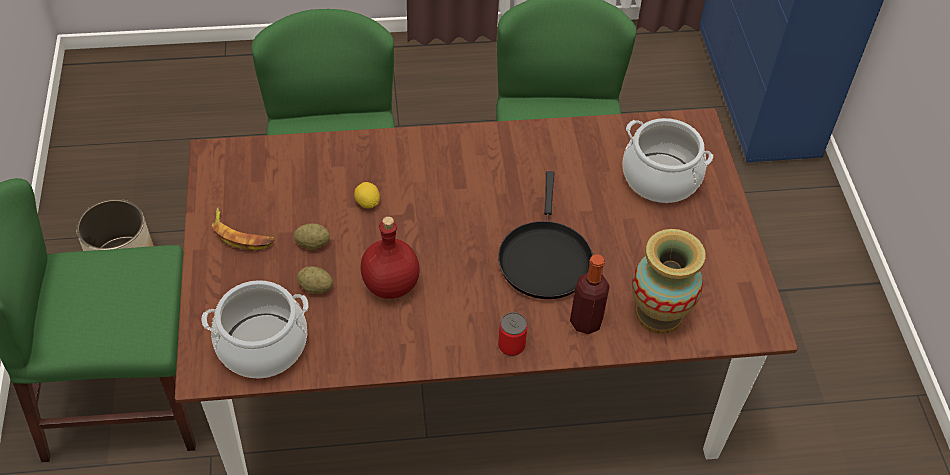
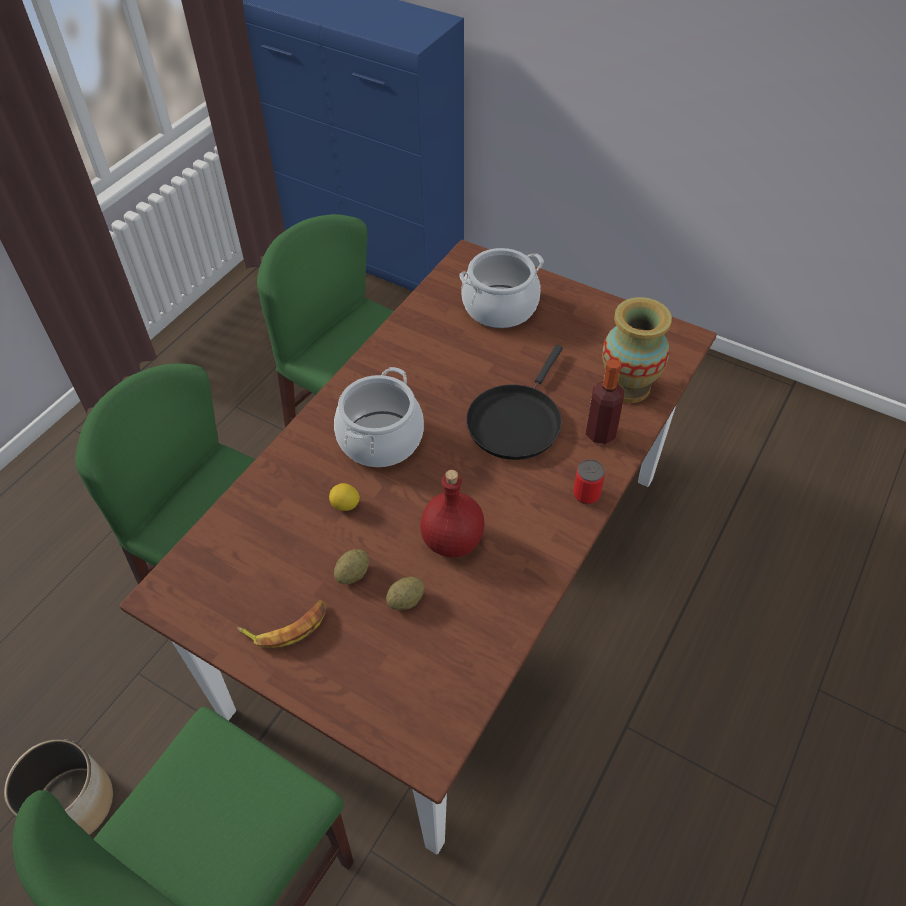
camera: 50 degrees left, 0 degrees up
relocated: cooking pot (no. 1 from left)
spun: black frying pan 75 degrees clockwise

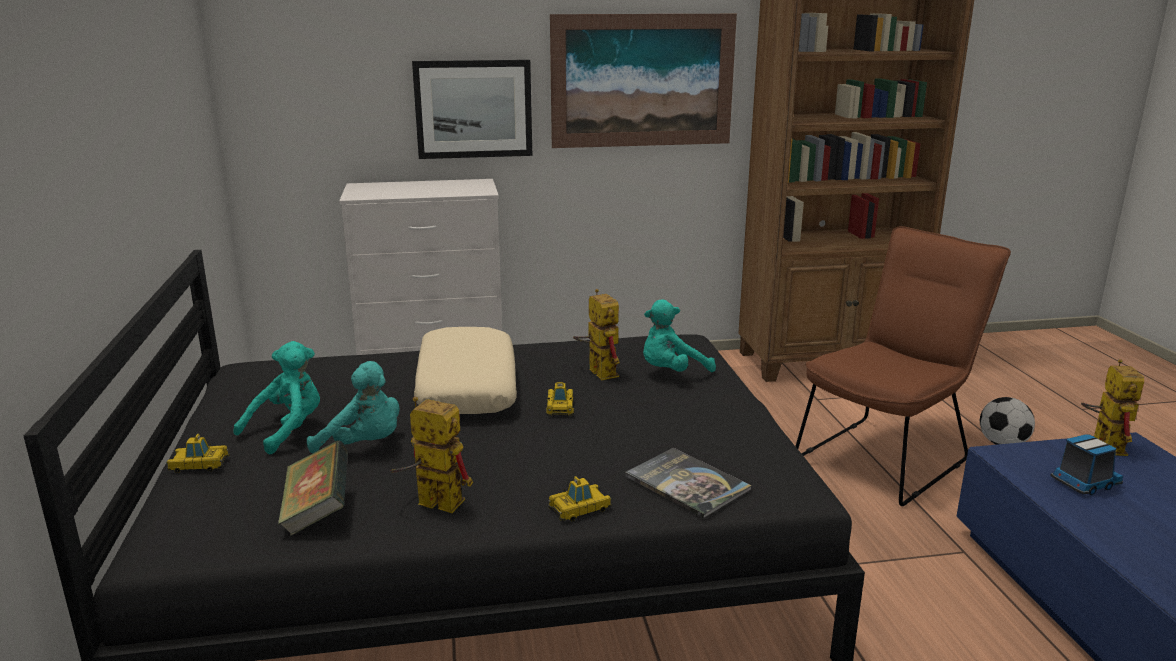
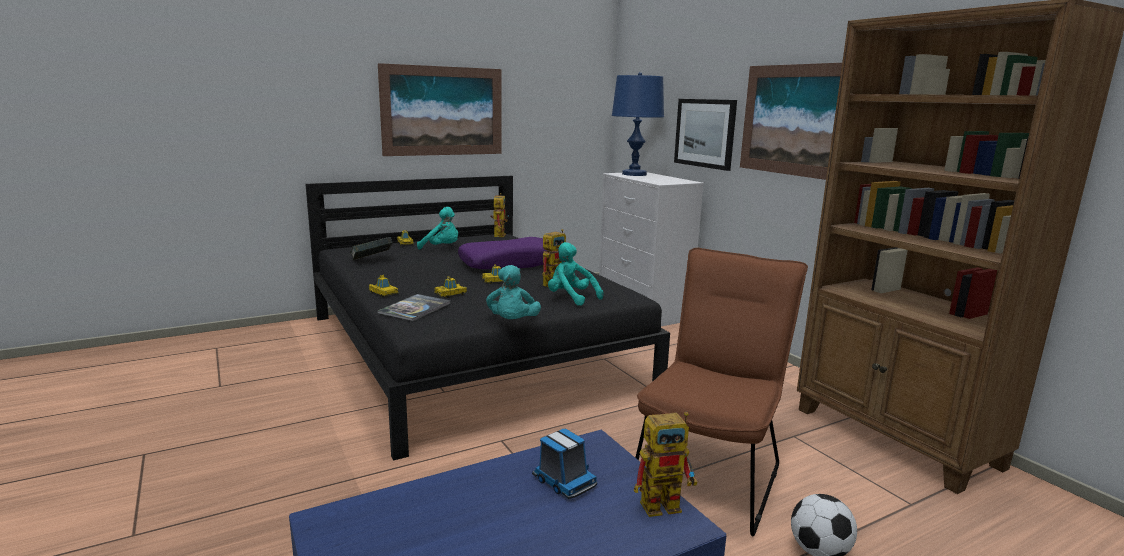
camera: 70 degrees right, 5 degrees down
appeared: picture (no. 1 from left); toy car (no. 3 from left); blue table lamp
relocated: turquoise plush toy (no. 2 from left); toy robot (no. 1 from left)
colour: beige pillow to purple pillow
spun: brown chair 90 degrees counterclockwise

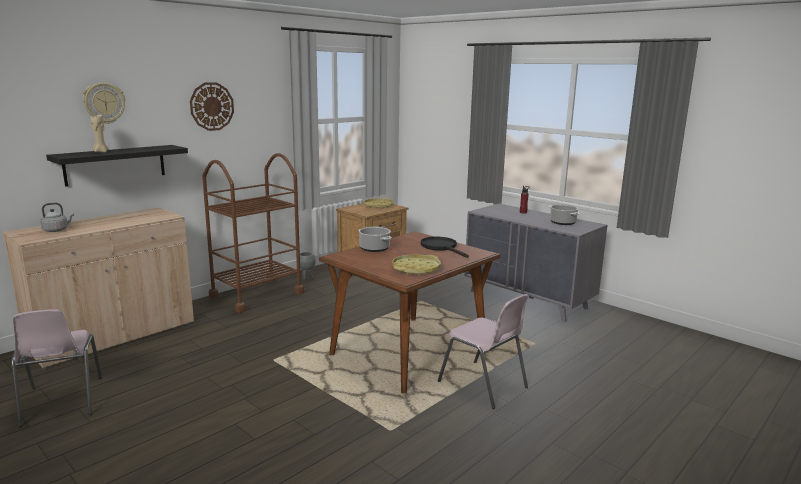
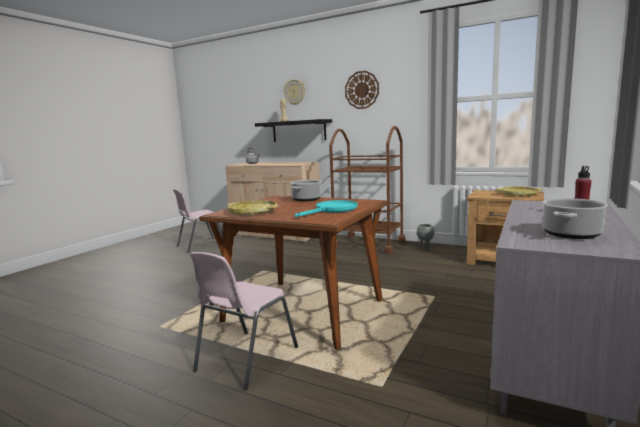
camera: 75 degrees right, 5 degrees down
colour: black frying pan to turquoise frying pan

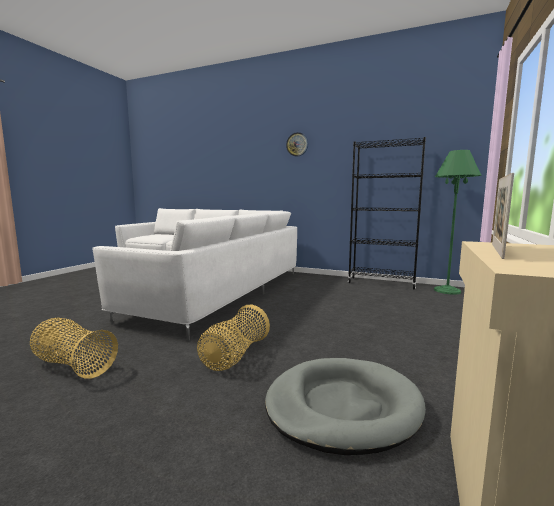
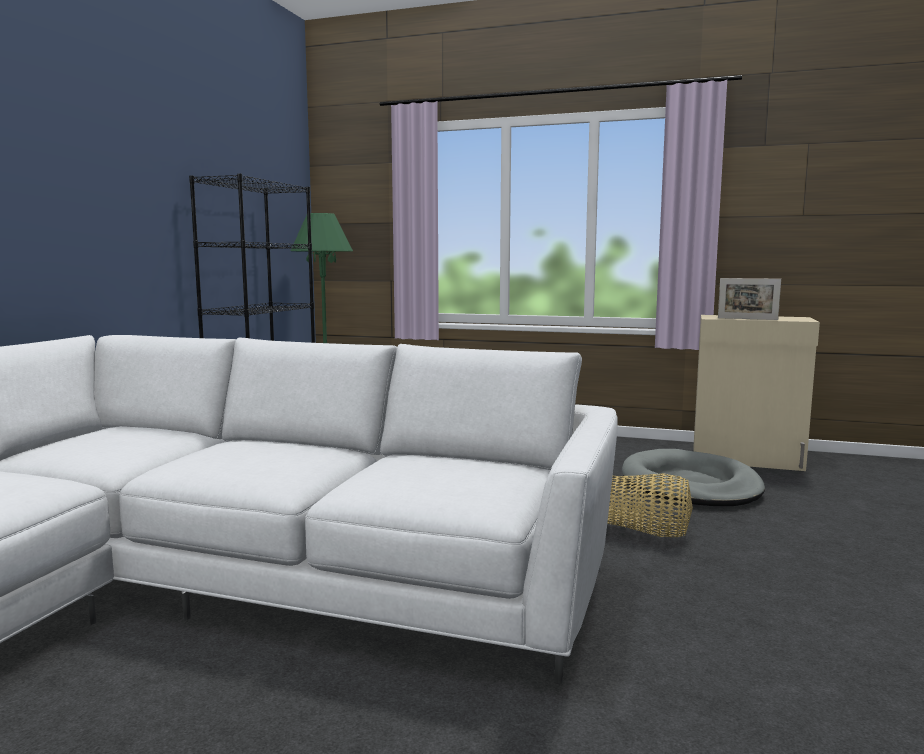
camera: 95 degrees left, 0 degrees up
missing: basket (no. 1 from left); wall clock

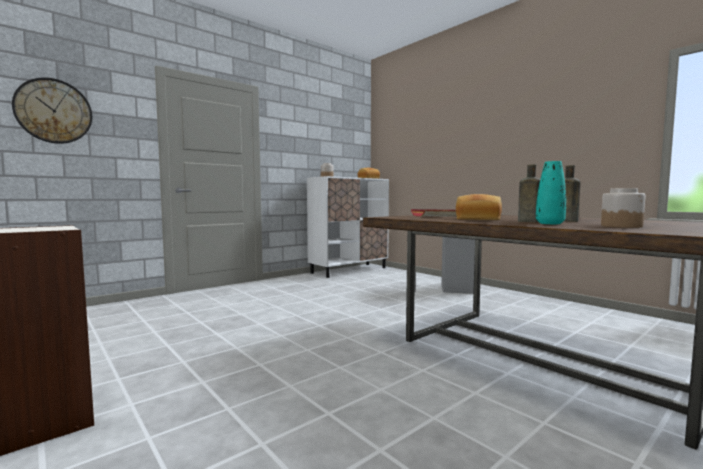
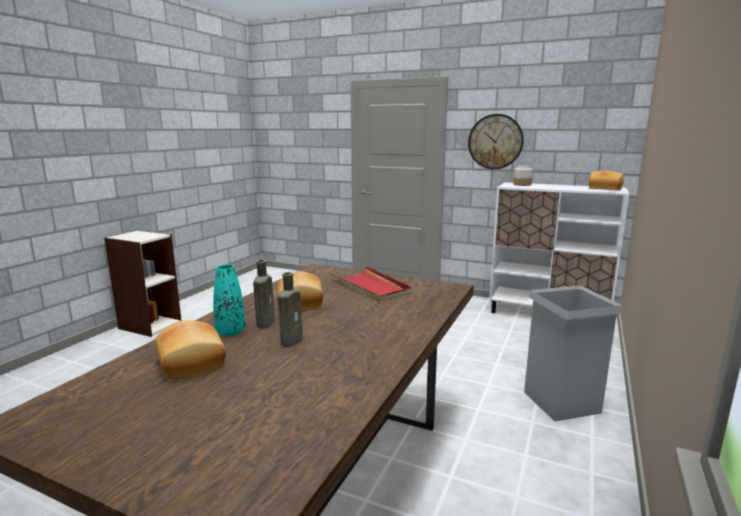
camera: 65 degrees right, 10 degrees up
relocated: wall clock
exchanged: jar (no. 2 from left) to bread (no. 1 from left)

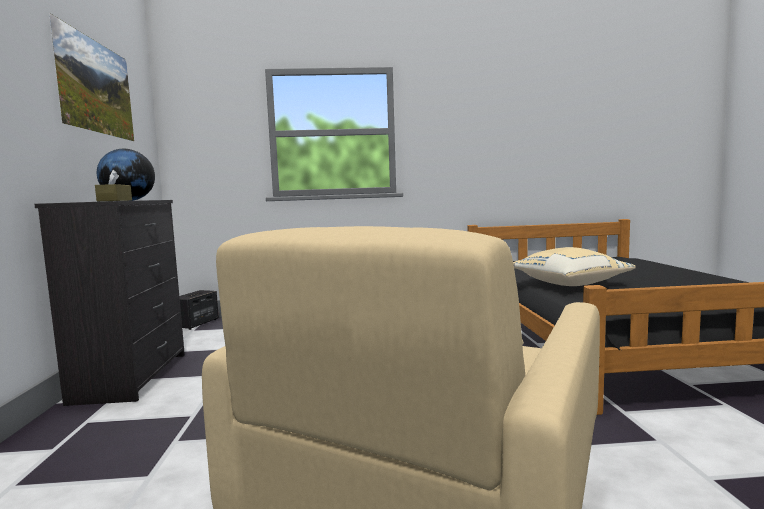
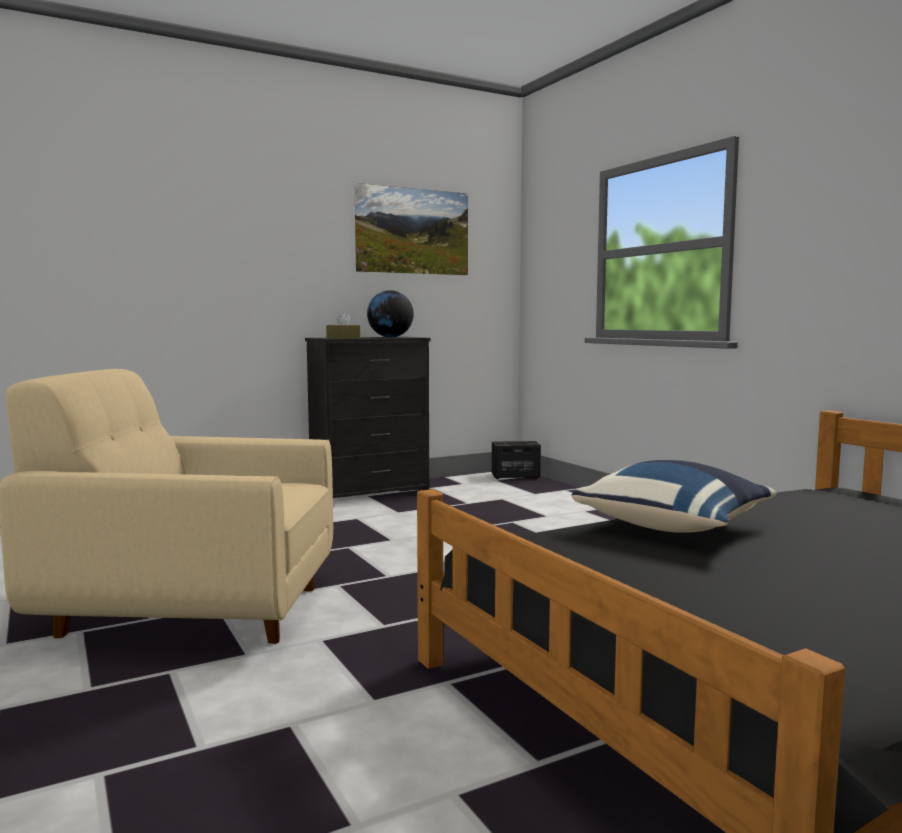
camera: 65 degrees right, 0 degrees up
colour: beige pillow to blue pillow

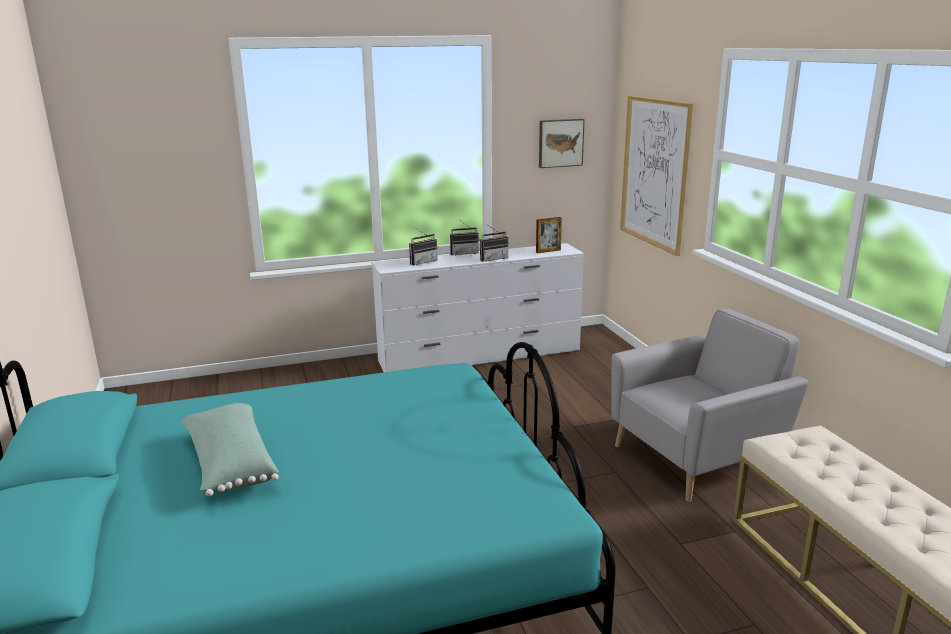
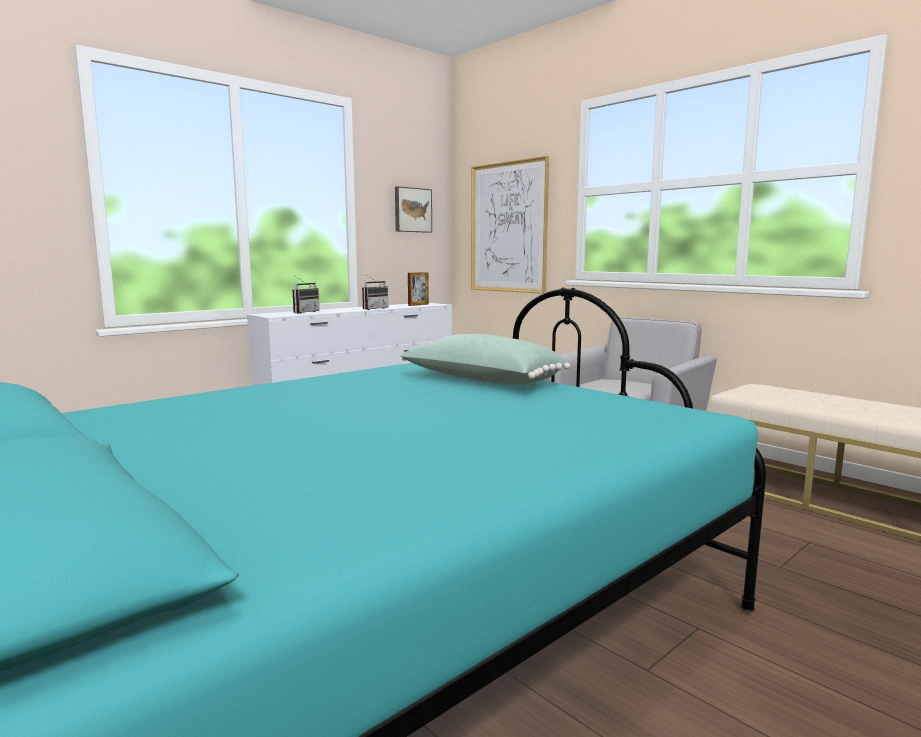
camera: 25 degrees left, 10 degrees down
missing: radio (no. 2 from left)
relocated: green pillow

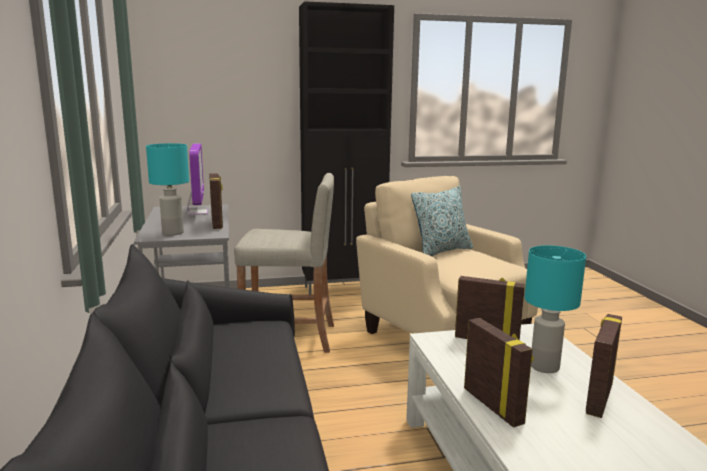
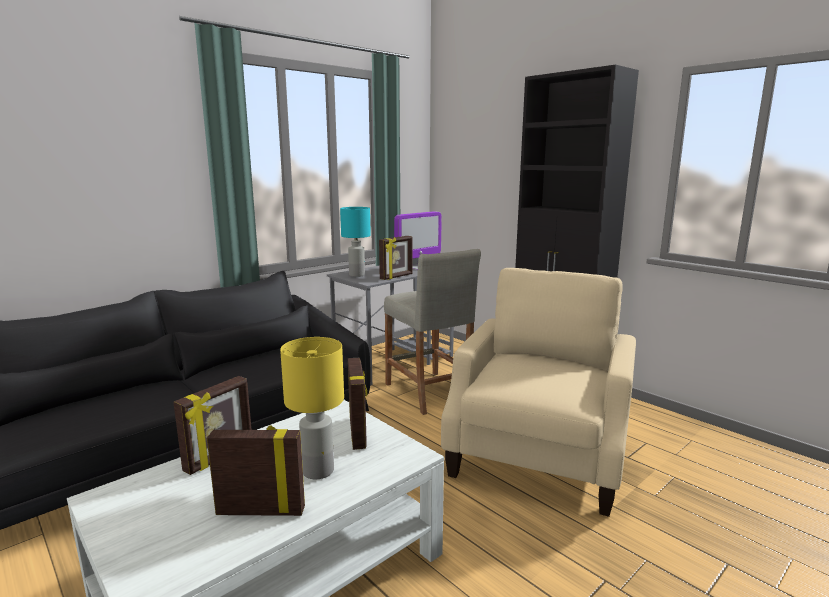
camera: 60 degrees right, 0 degrees up
missing: pillow
colour: turquoise table lamp (no. 2 from left) to yellow table lamp

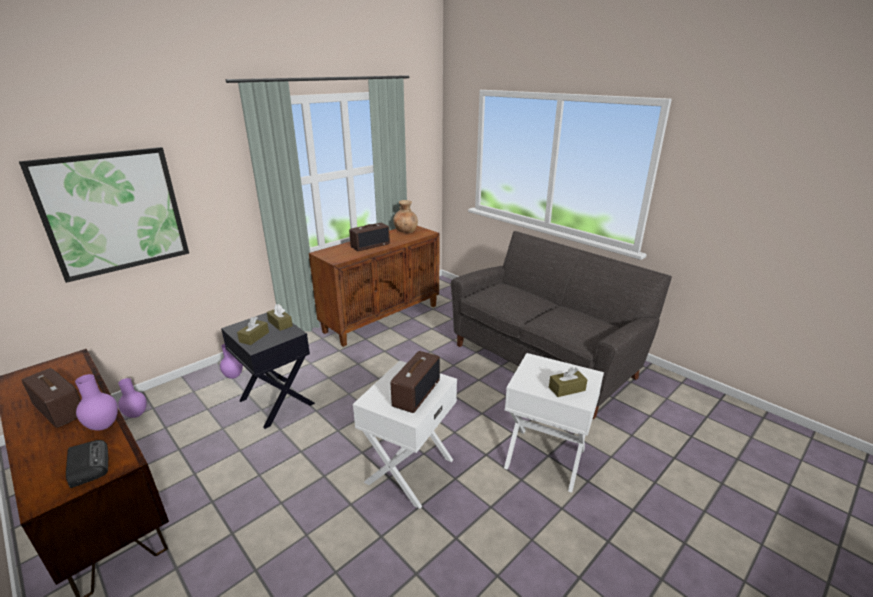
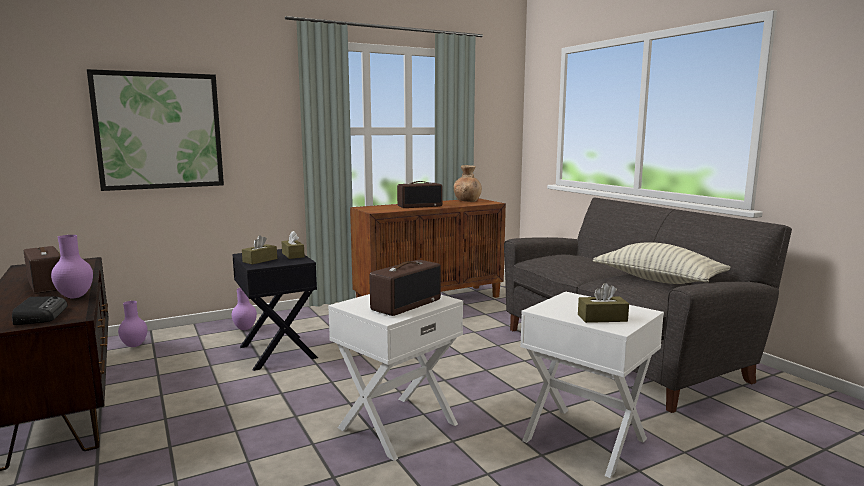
camera: 15 degrees right, 15 degrees down
appeared: pillow

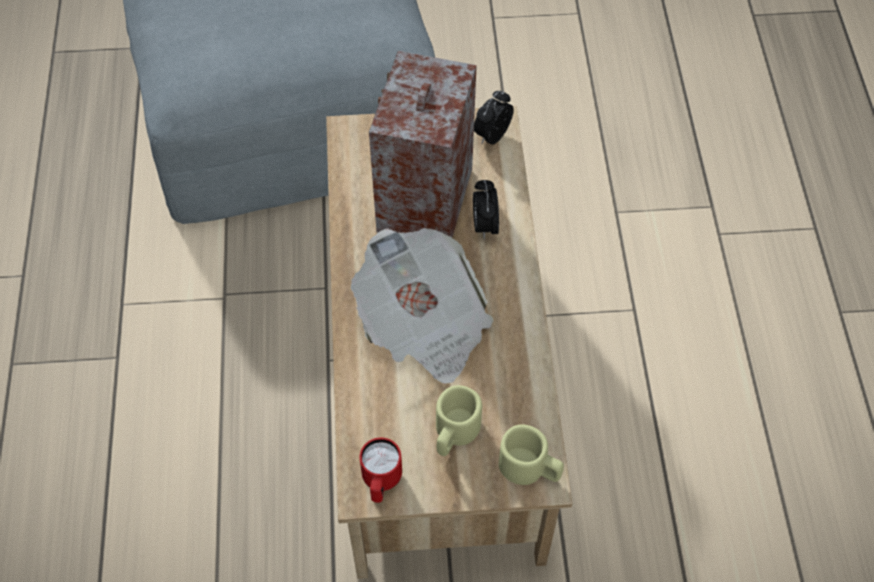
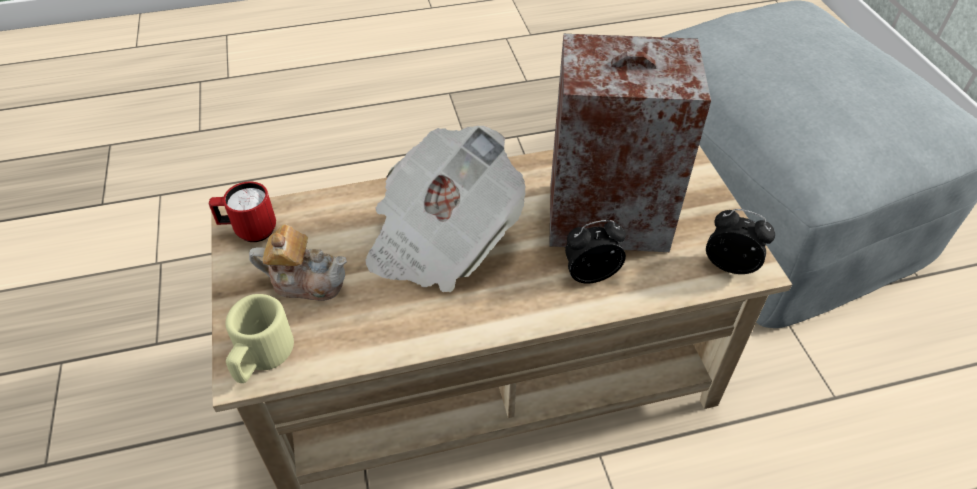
camera: 80 degrees right, 10 degrees down
exchanged: beige mug (no. 1 from left) to teapot

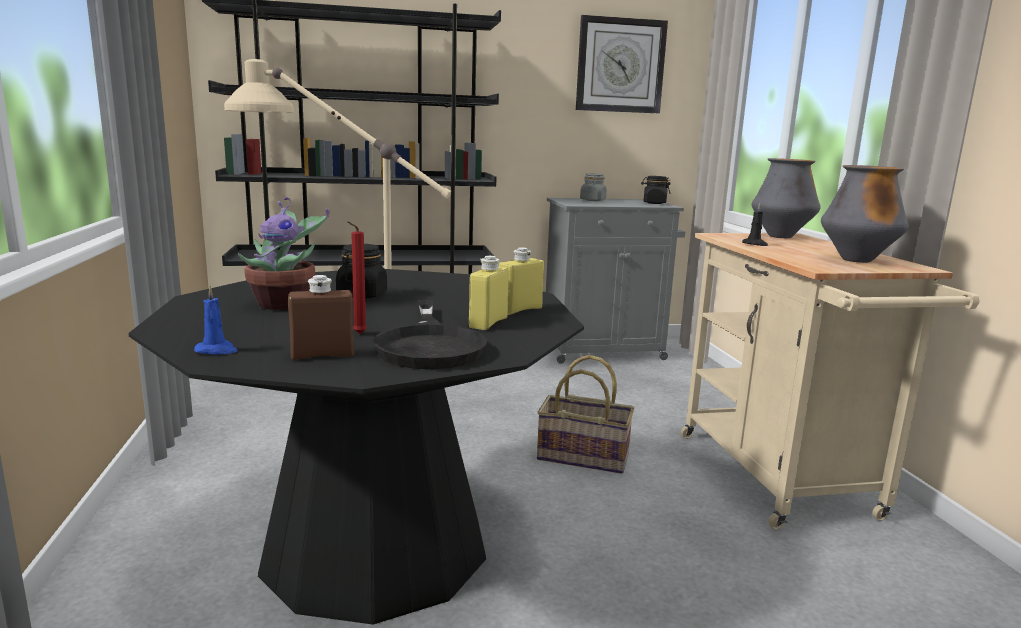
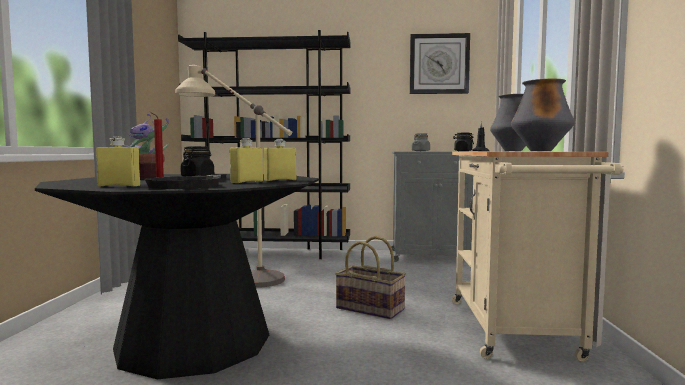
camera: 15 degrees right, 10 degrees down
missing: blue candle
colour: brown bottle to yellow bottle (no. 1 from left)

